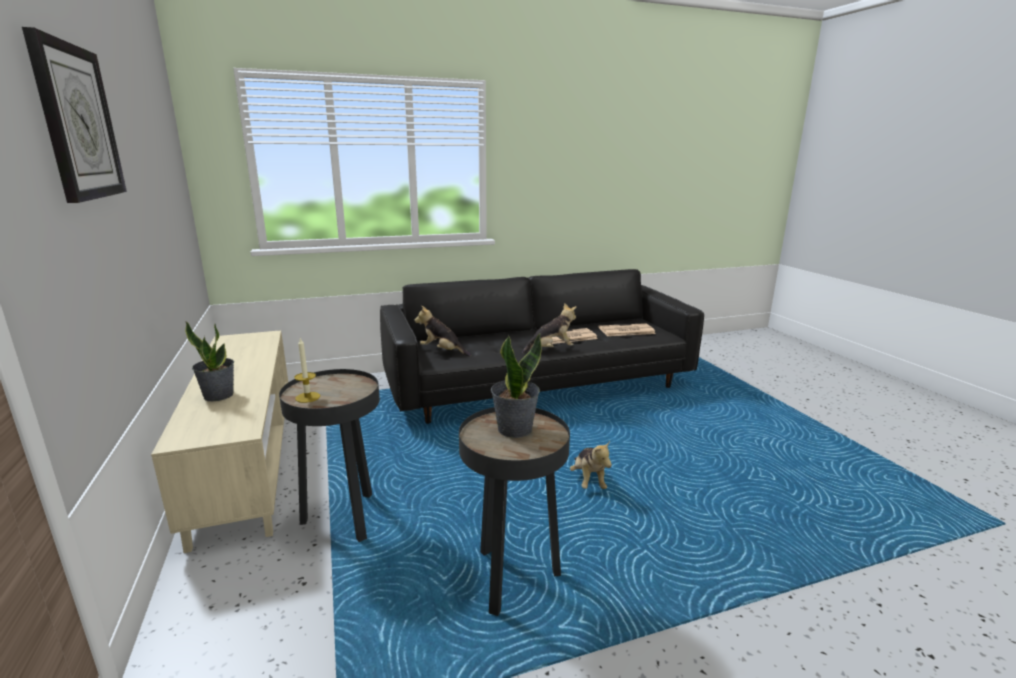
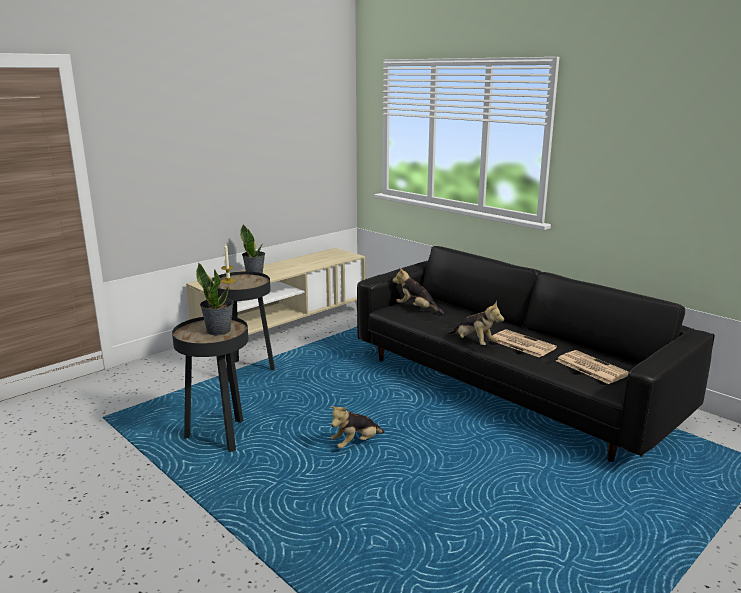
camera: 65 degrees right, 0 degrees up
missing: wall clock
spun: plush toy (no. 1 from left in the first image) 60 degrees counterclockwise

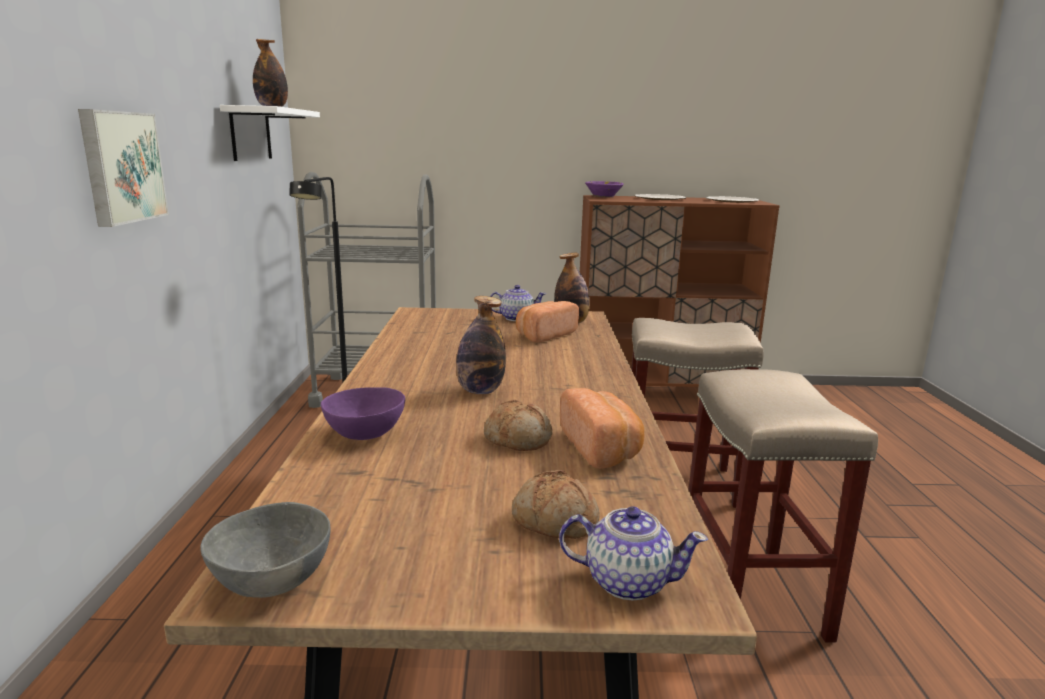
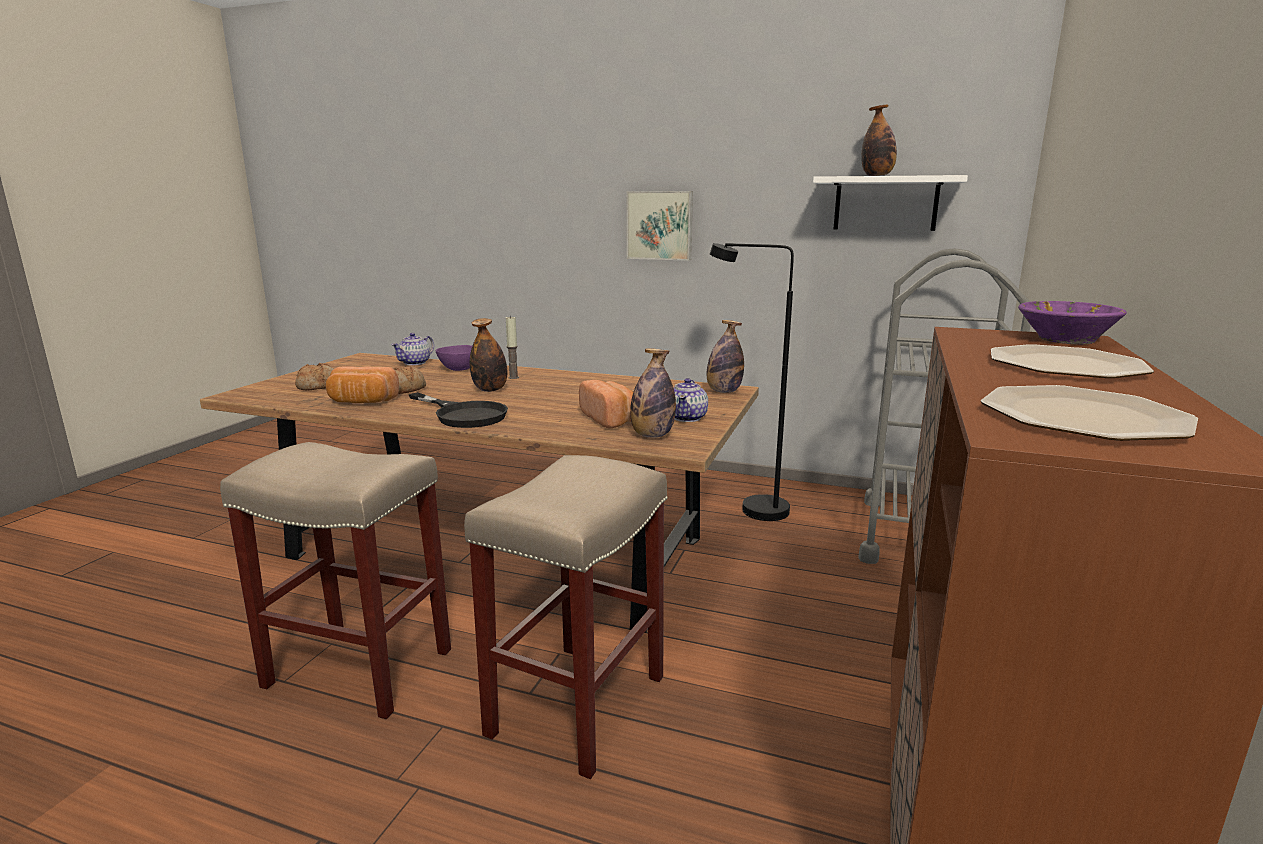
camera: 110 degrees right, 0 degrees up
missing: grey bowl
appeared: black frying pan; candle; bottle (no. 3 from left)
relocated: teapot (no. 2 from left in the first image) to teapot (no. 1 from left)

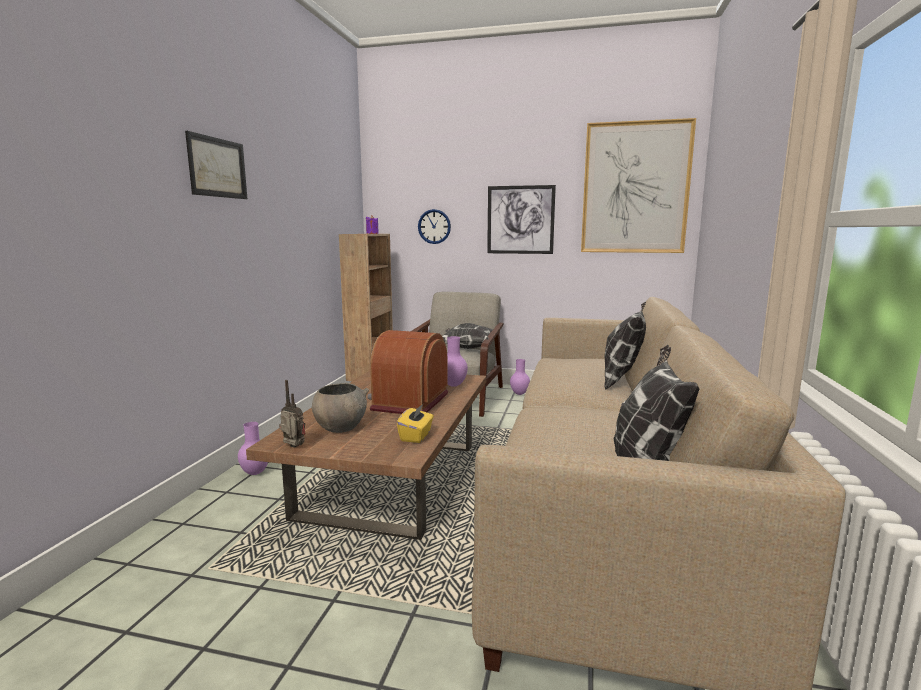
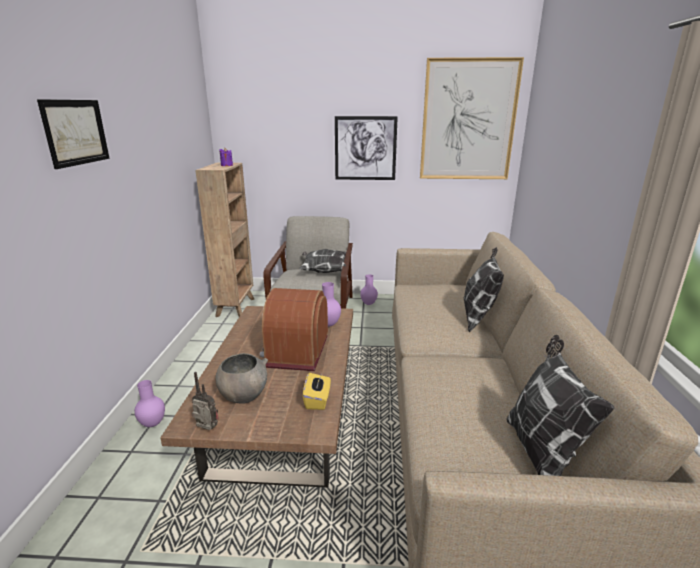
camera: 10 degrees left, 10 degrees up
missing: wall clock

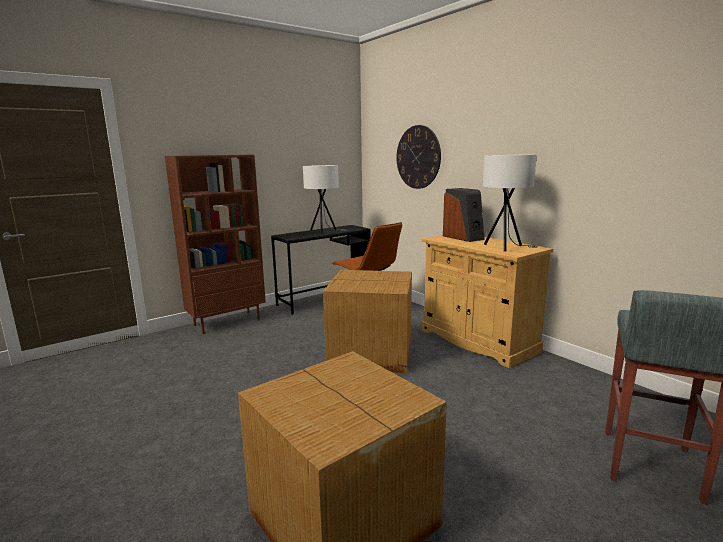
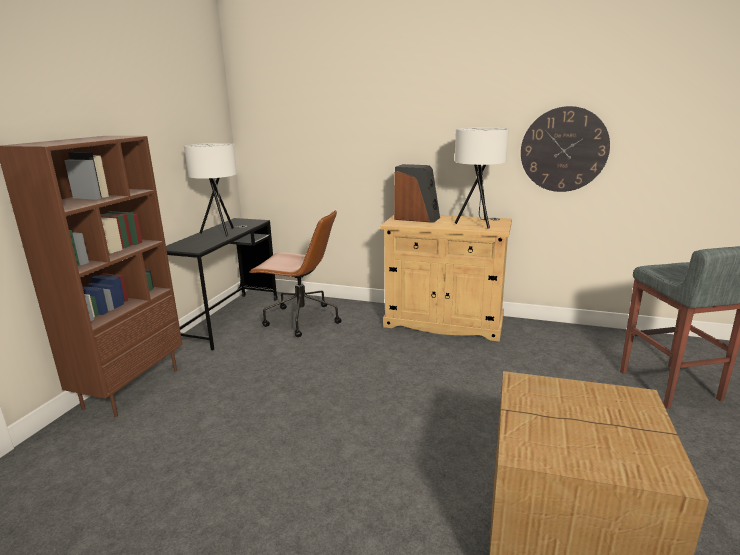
camera: 35 degrees left, 5 degrees up
missing: cardboard box (no. 2 from left)
relocated: wall clock

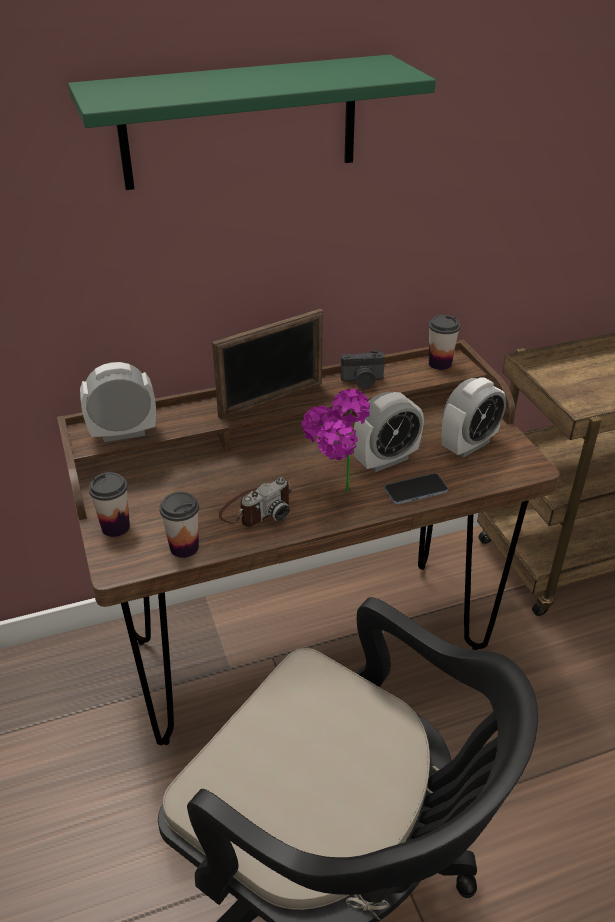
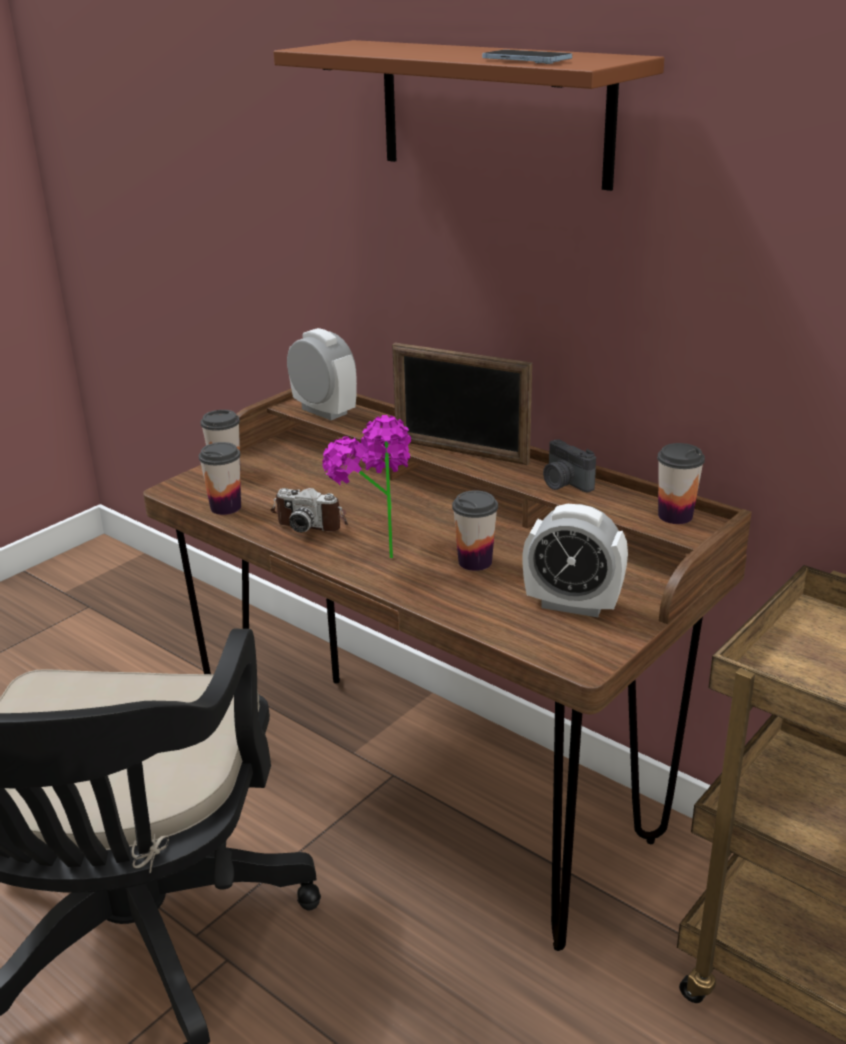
camera: 60 degrees right, 10 degrees down
relocated: phone
exchanged: alarm clock (no. 2 from left) to cup (no. 3 from left)
colour: green shelf to brown shelf

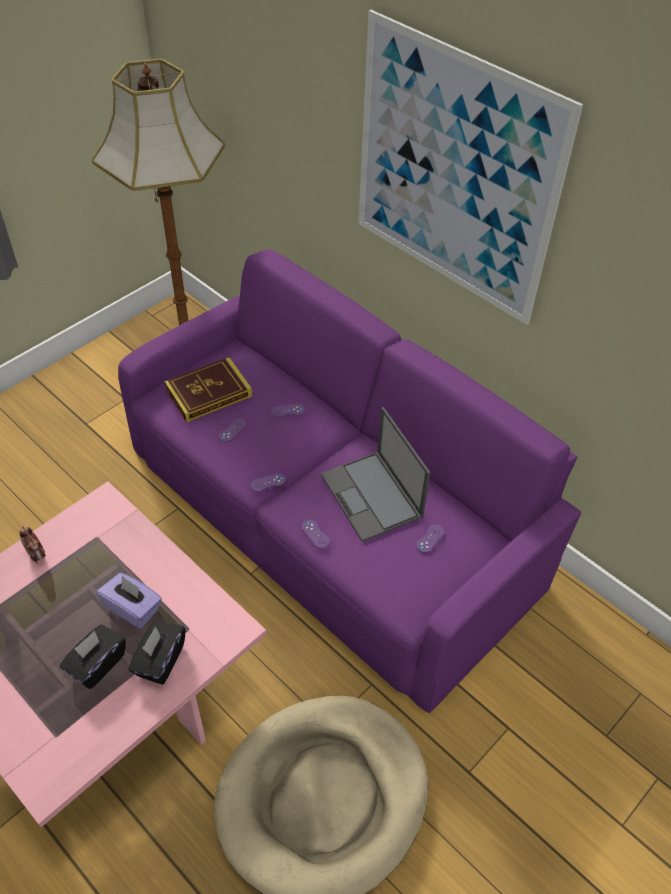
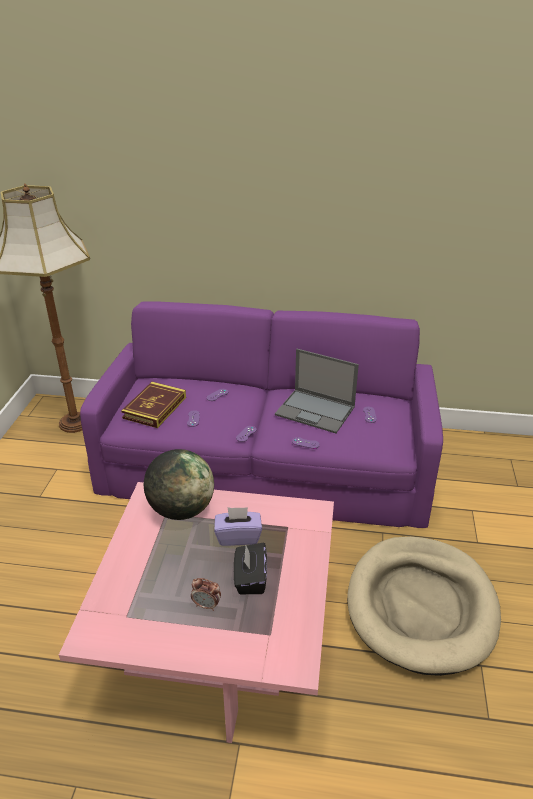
camera: 35 degrees left, 15 degrees down
missing: black tissue box (no. 2 from left); picture
appeared: globe
relocated: alarm clock

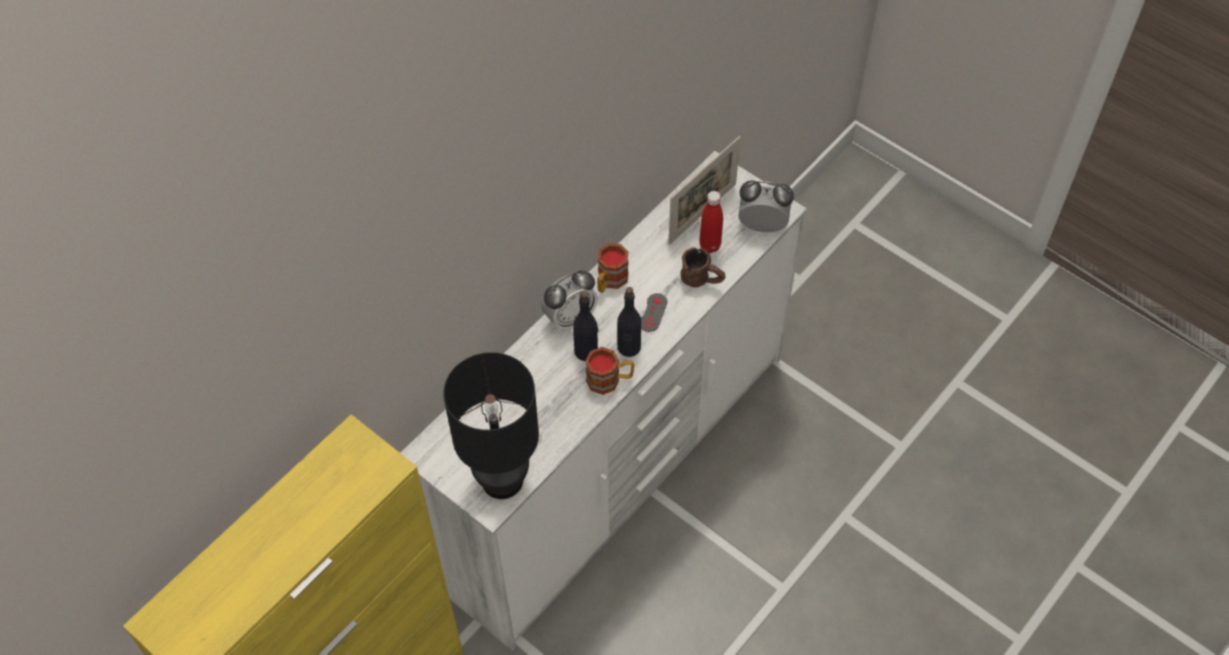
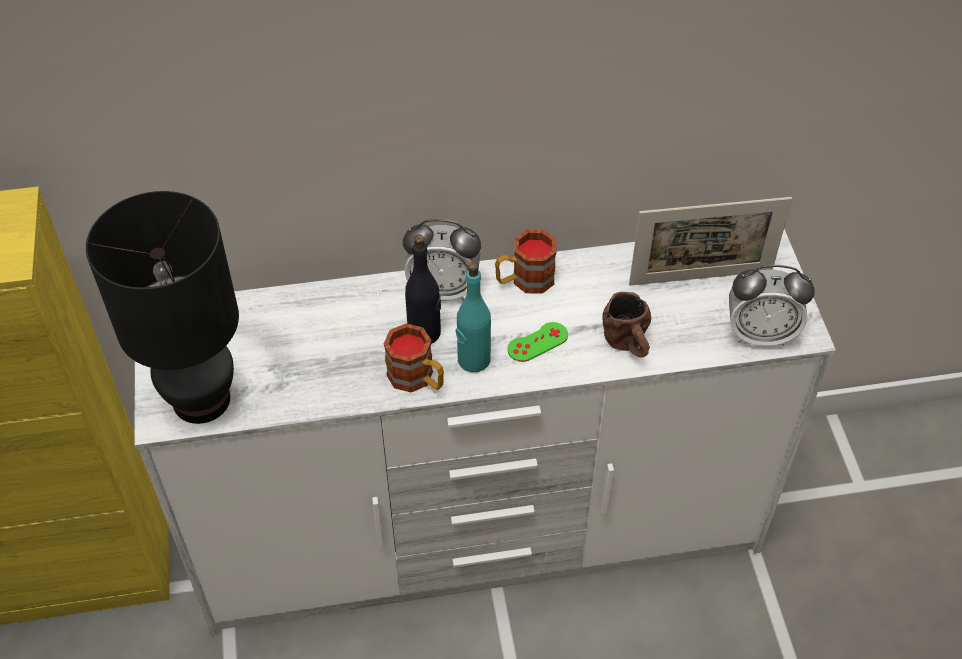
camera: 40 degrees right, 5 degrees down
missing: red bottle
colour: black bottle (no. 2 from left) to turquoise bottle; grey game controller to green game controller
spun: alarm clock (no. 2 from left) 135 degrees clockwise

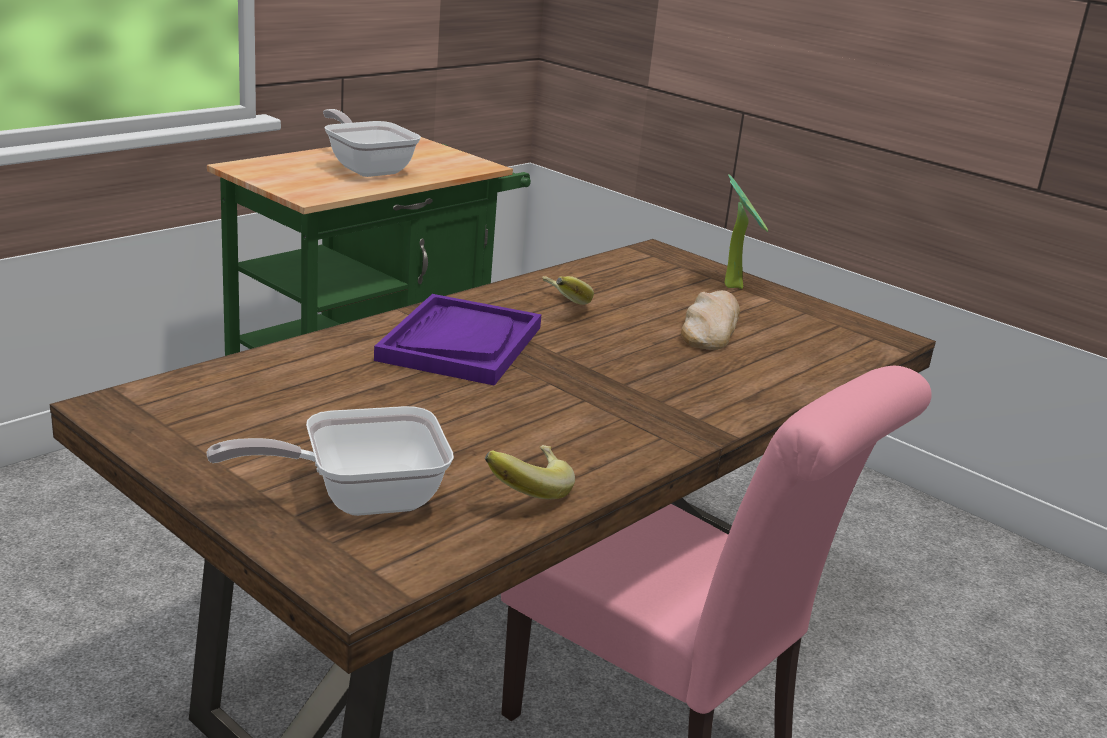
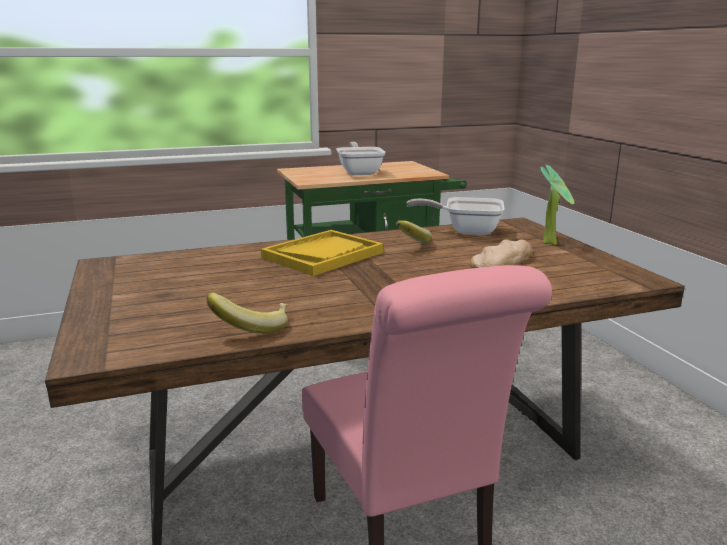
camera: 30 degrees right, 5 degrees down
relocated: frying pan (no. 1 from left in the first image) to frying pan (no. 2 from left)
colour: purple tray to yellow tray

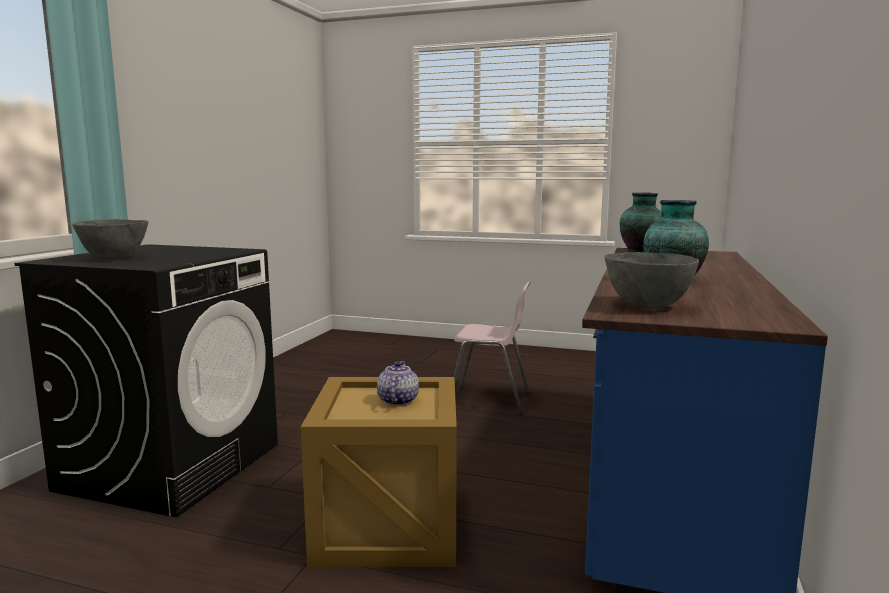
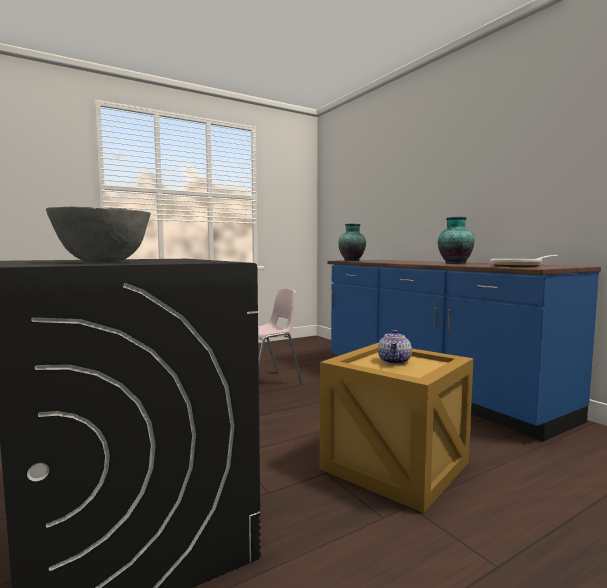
camera: 50 degrees left, 5 degrees down
exchanged: grey bowl (no. 2 from left) to frying pan
spun: teapot 120 degrees counterclockwise

